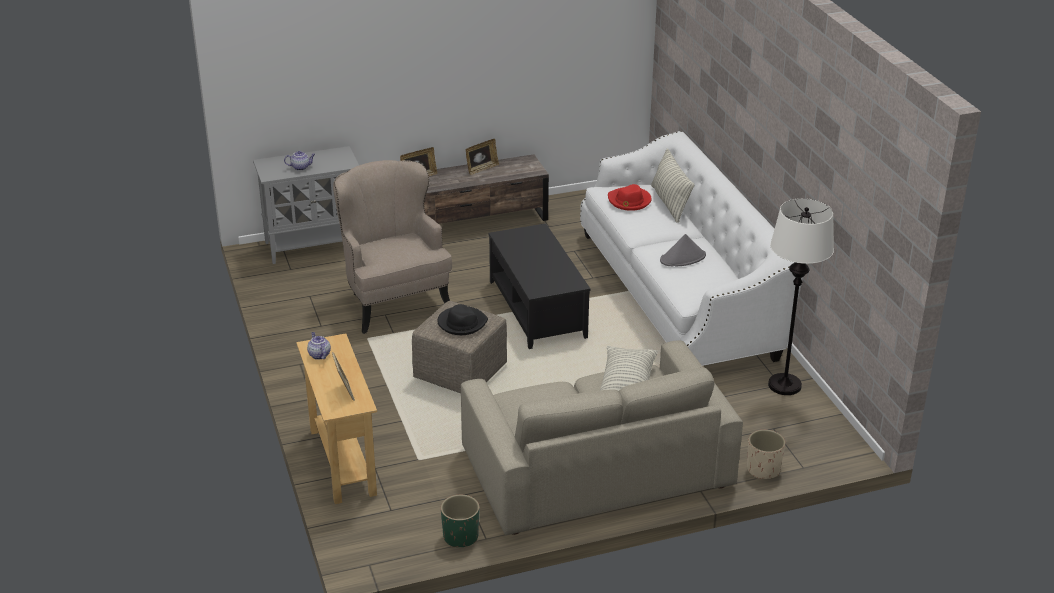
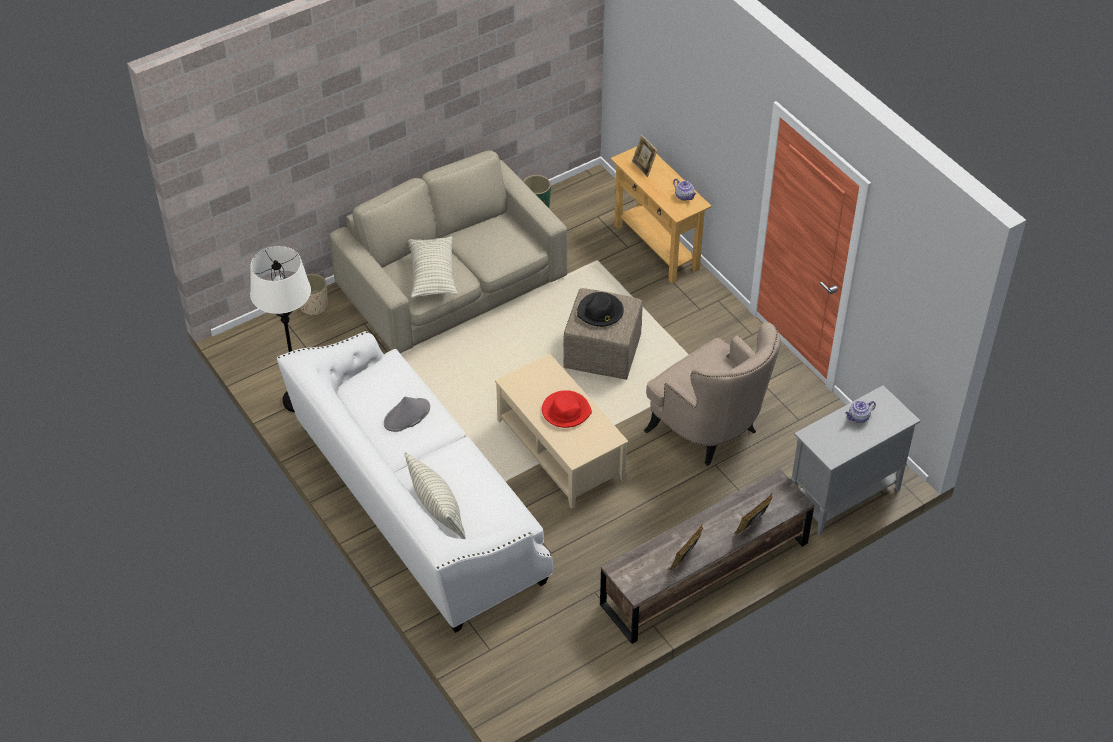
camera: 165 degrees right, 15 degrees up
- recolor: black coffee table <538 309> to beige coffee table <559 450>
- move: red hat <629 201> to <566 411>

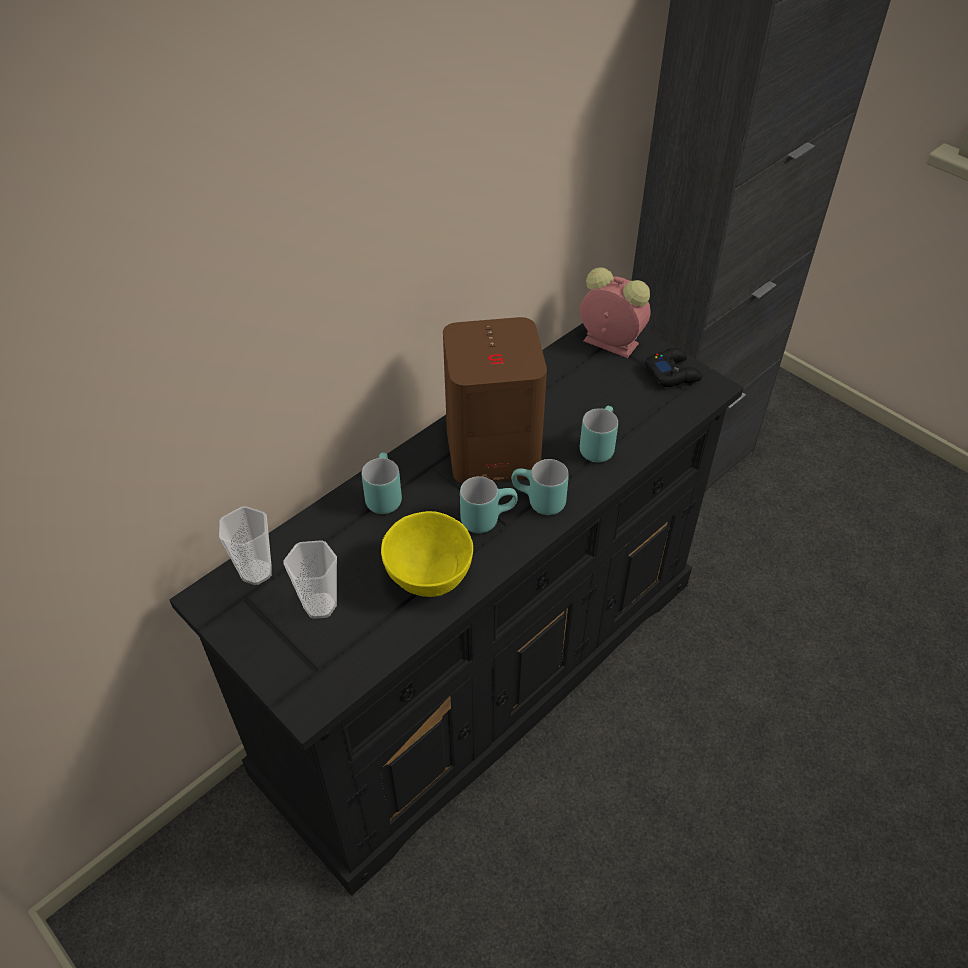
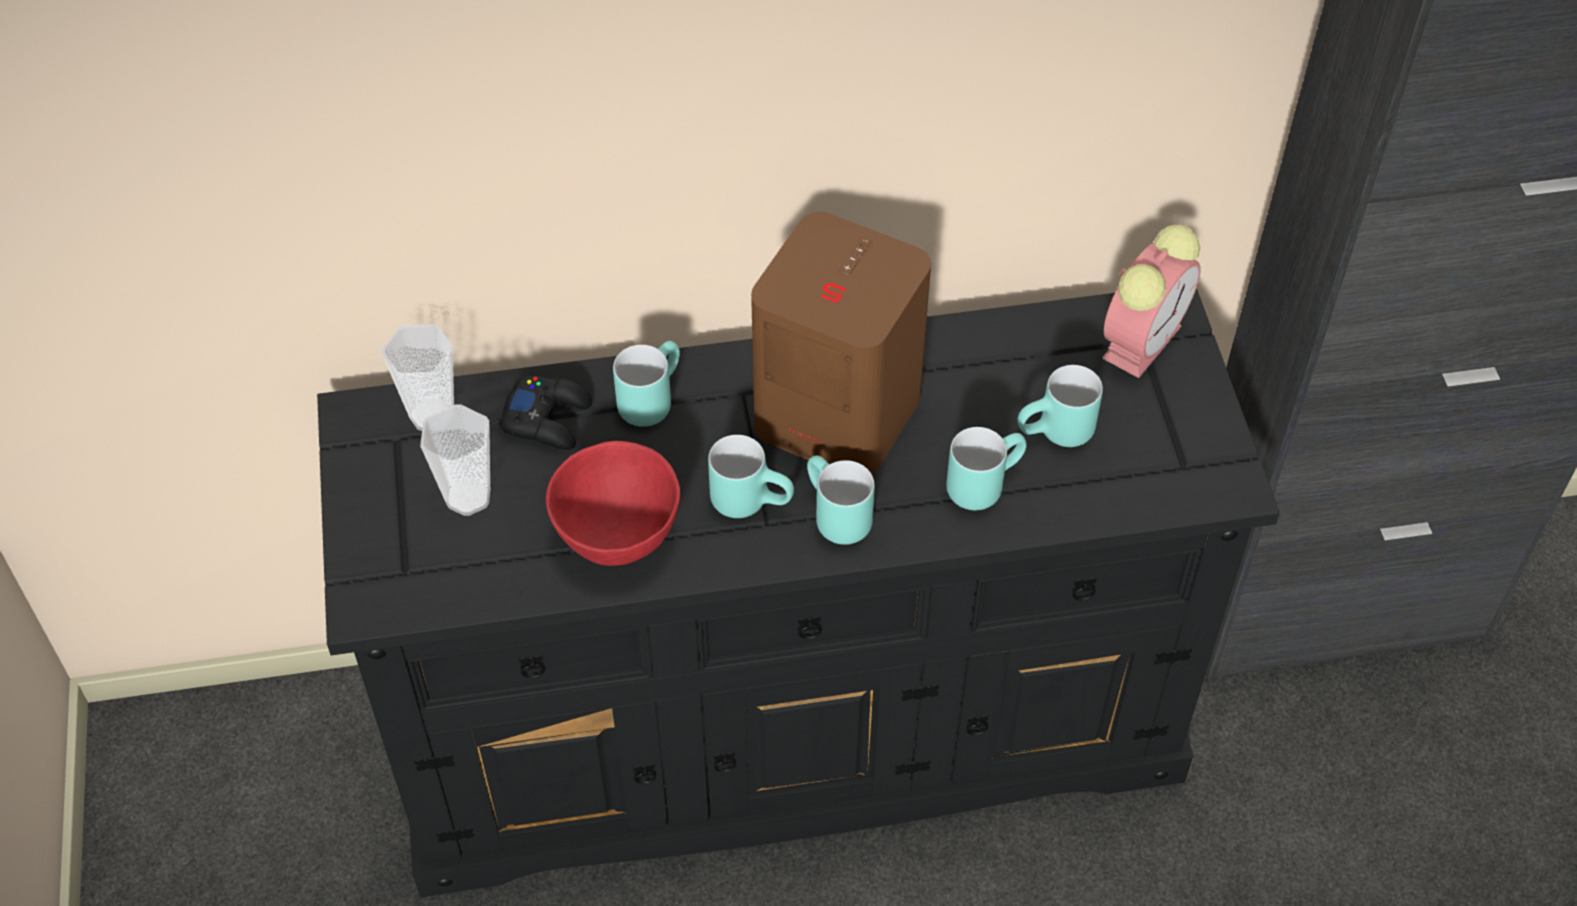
camera: 35 degrees right, 5 degrees up
- move: black game controller <672 373> to <547 418>
- recolor: yellow bowl <429 576> to red bowl <618 534>
- insert: turquoise mug <1056 435>
- rotate: alarm clock <608 342> = <1142 339> 60 degrees clockwise

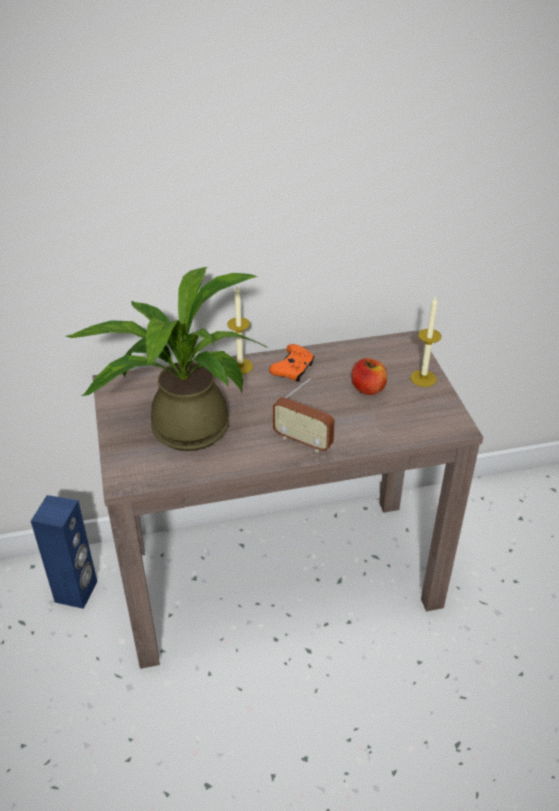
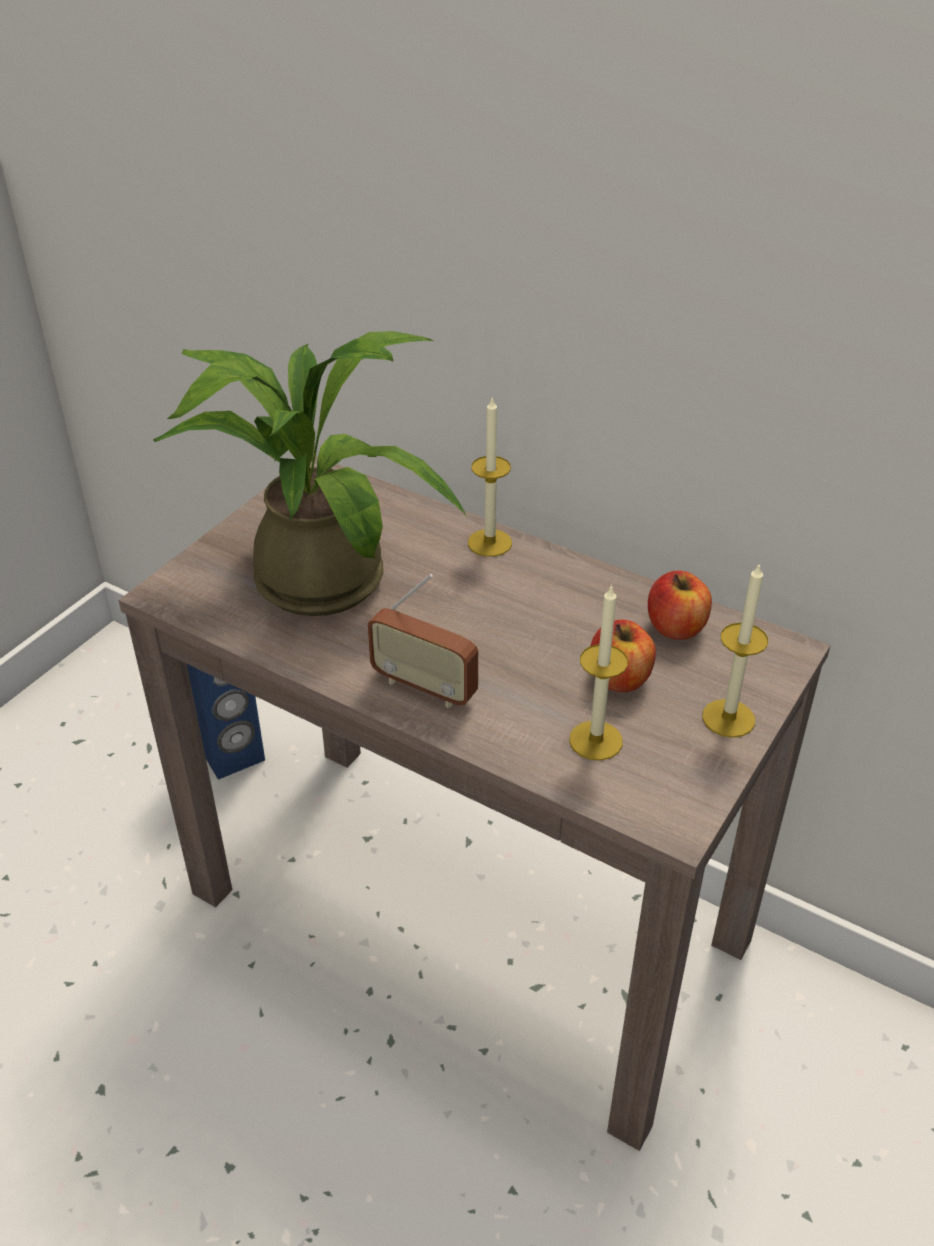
camera: 45 degrees right, 0 degrees up
- rotate: radio <303 441> = <424 687> 45 degrees counterclockwise
- insert: candle <596 740>
- insert: apple <676 627>
- delete: orange game controller <293 369>

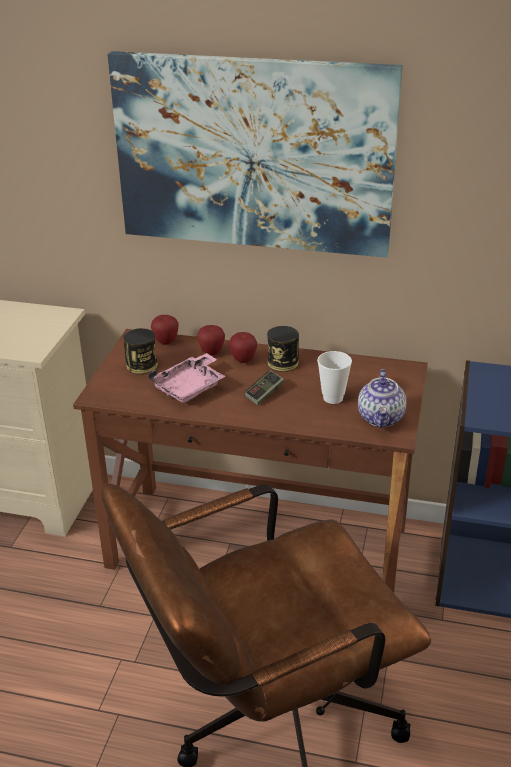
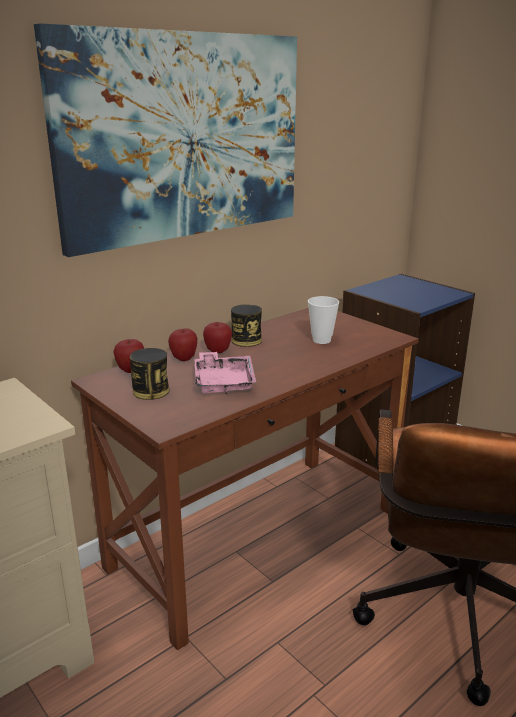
camera: 55 degrees left, 10 degrees down
- delete: game controller <264 394>
- delete: teapot <381 418>

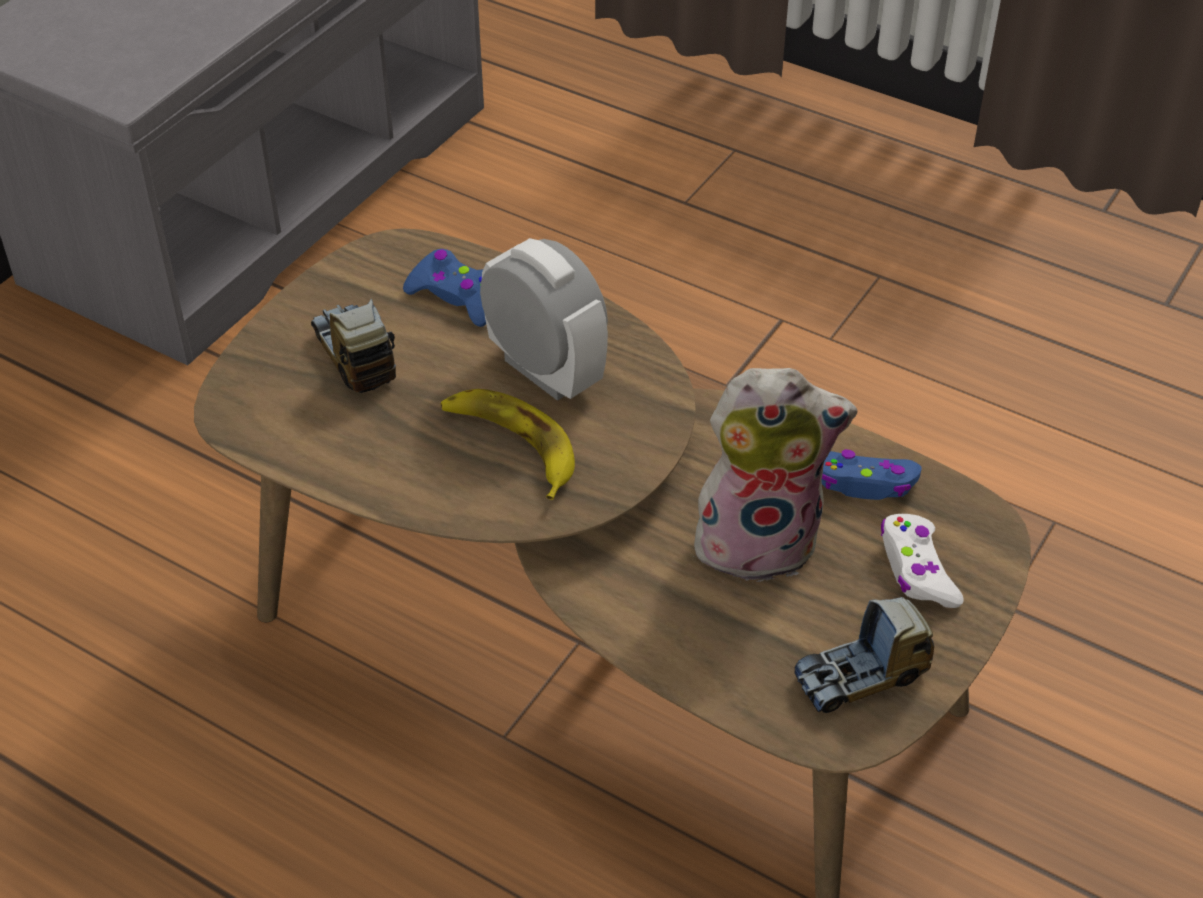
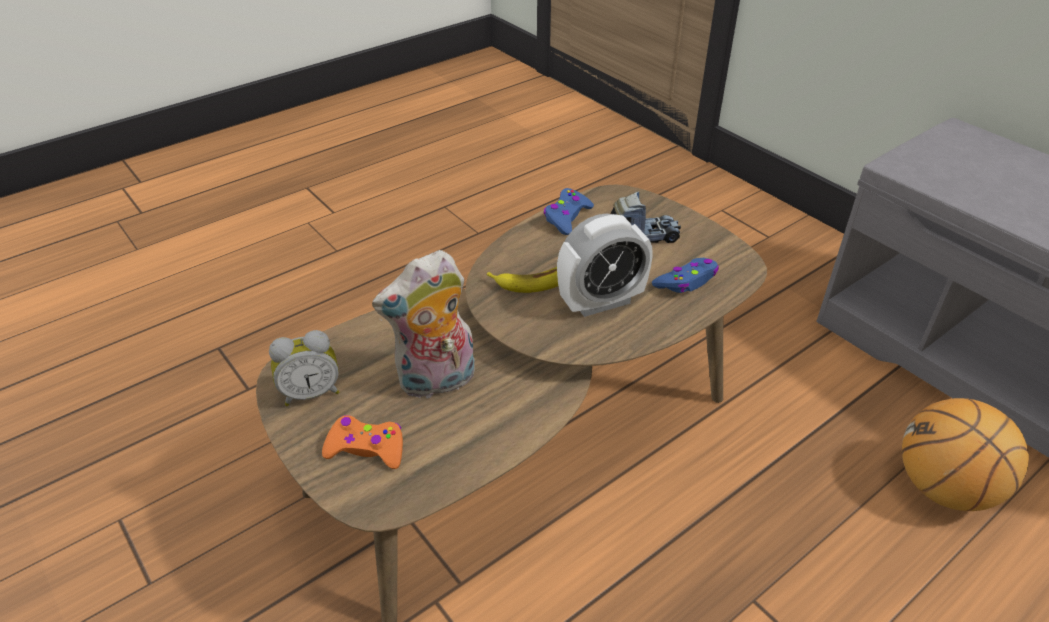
camera: 110 degrees right, 5 degrees down
- replace: toy truck <861 677> to alarm clock <311 392>
- recolor: white game controller <917 570> to orange game controller <366 449>
- rotate: plush toy <759 540> = <436 382> 45 degrees clockwise
- move: blue game controller <864 483> to <567 217>
- insert: basketball <944 488>

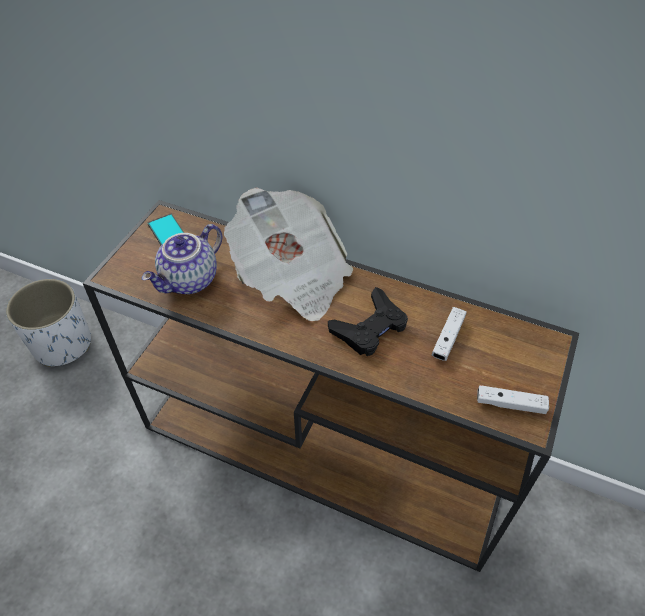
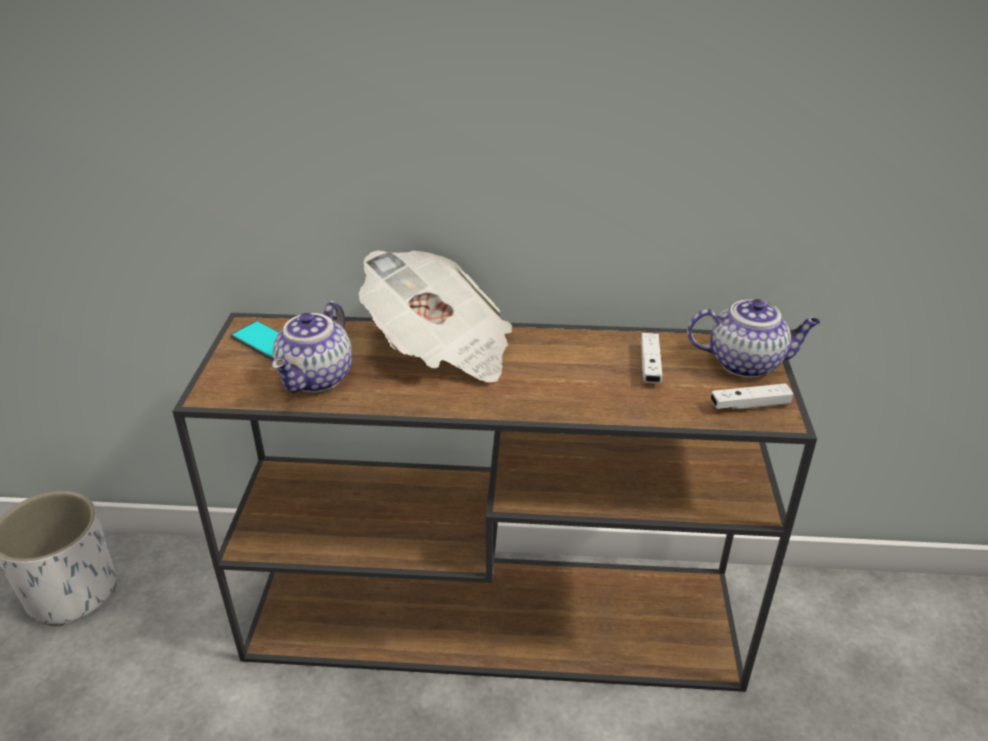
camera: 20 degrees left, 15 degrees down
- insert: teapot <746 363>
- delete: black game controller <370 328>

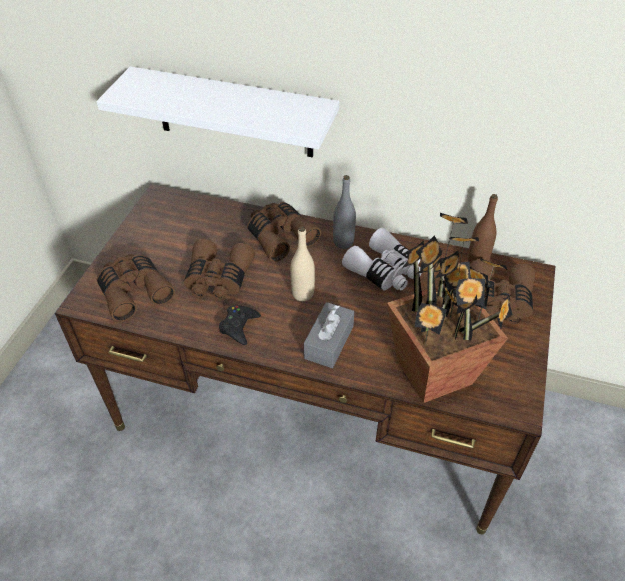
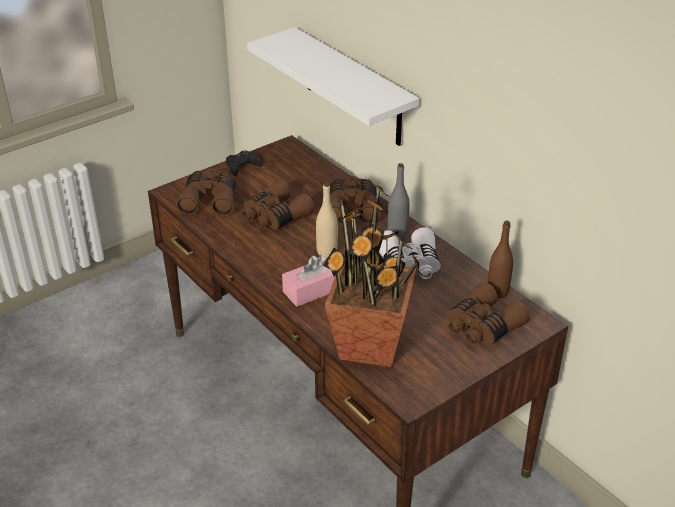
camera: 35 degrees right, 10 degrees down
- move: black game controller <239 326> to <242 166>
- recolor: grey tissue box <329 342> to pink tissue box <312 290>

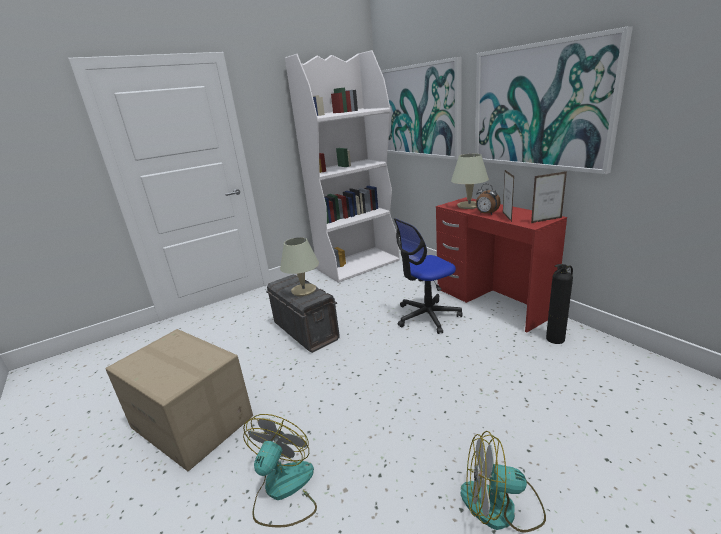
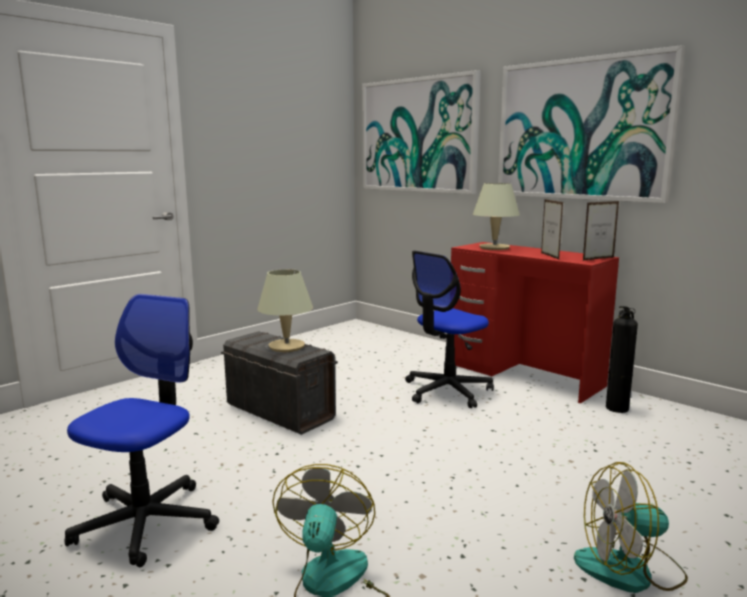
camera: 15 degrees left, 10 degrees down
- replace: cardboard box <193 421> to office chair <146 523>
- delete: white bookcase <358 264>
- delete: alarm clock <486 214>

